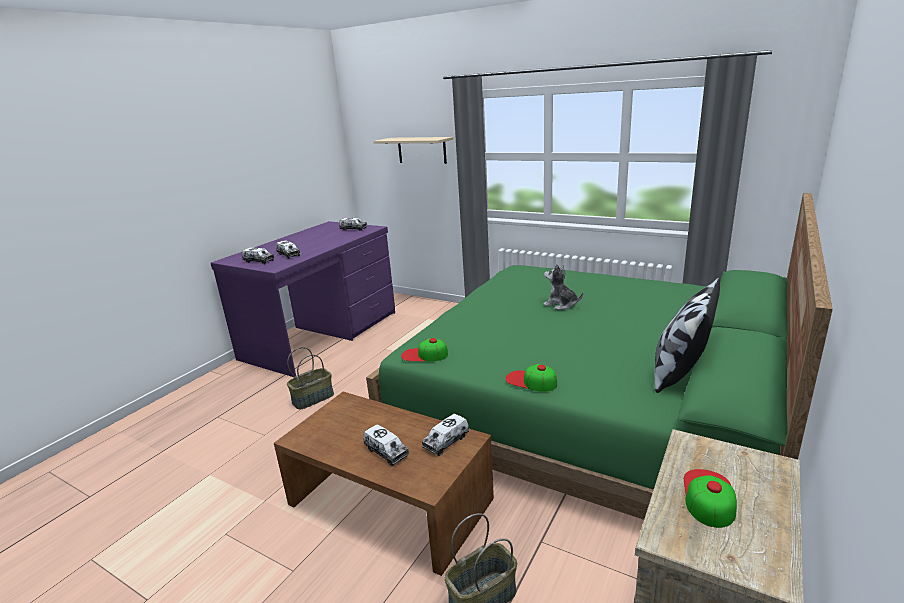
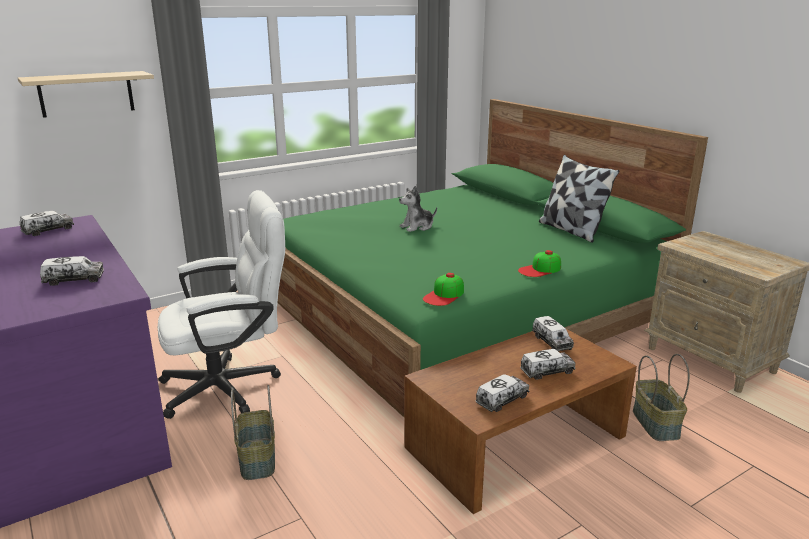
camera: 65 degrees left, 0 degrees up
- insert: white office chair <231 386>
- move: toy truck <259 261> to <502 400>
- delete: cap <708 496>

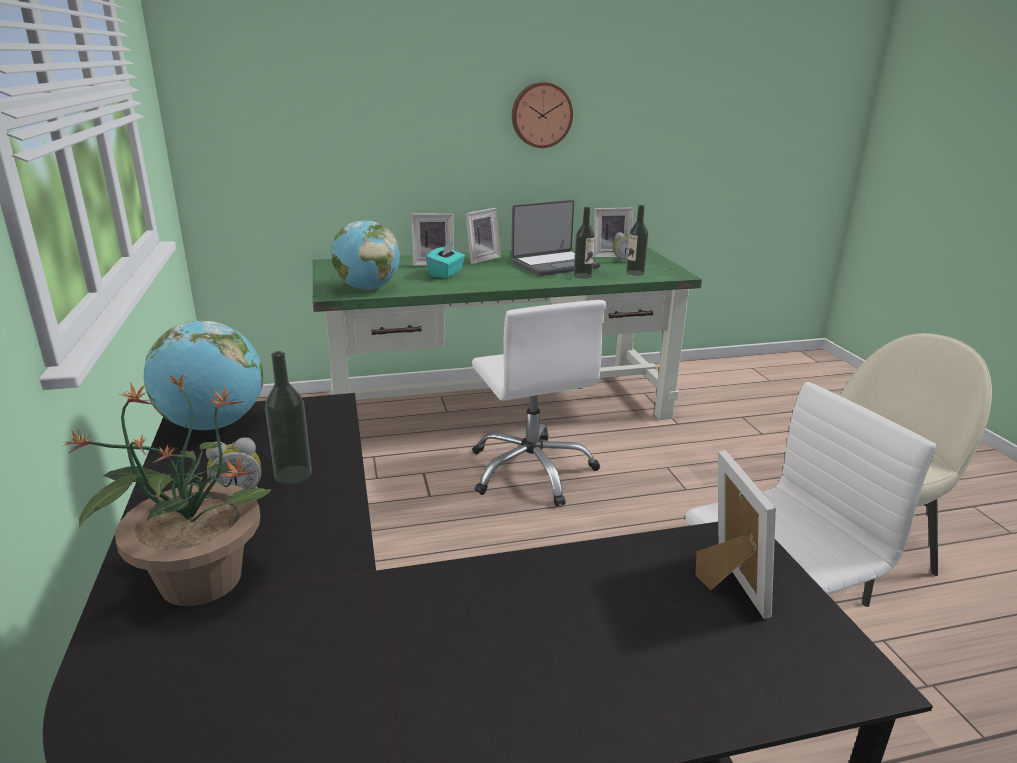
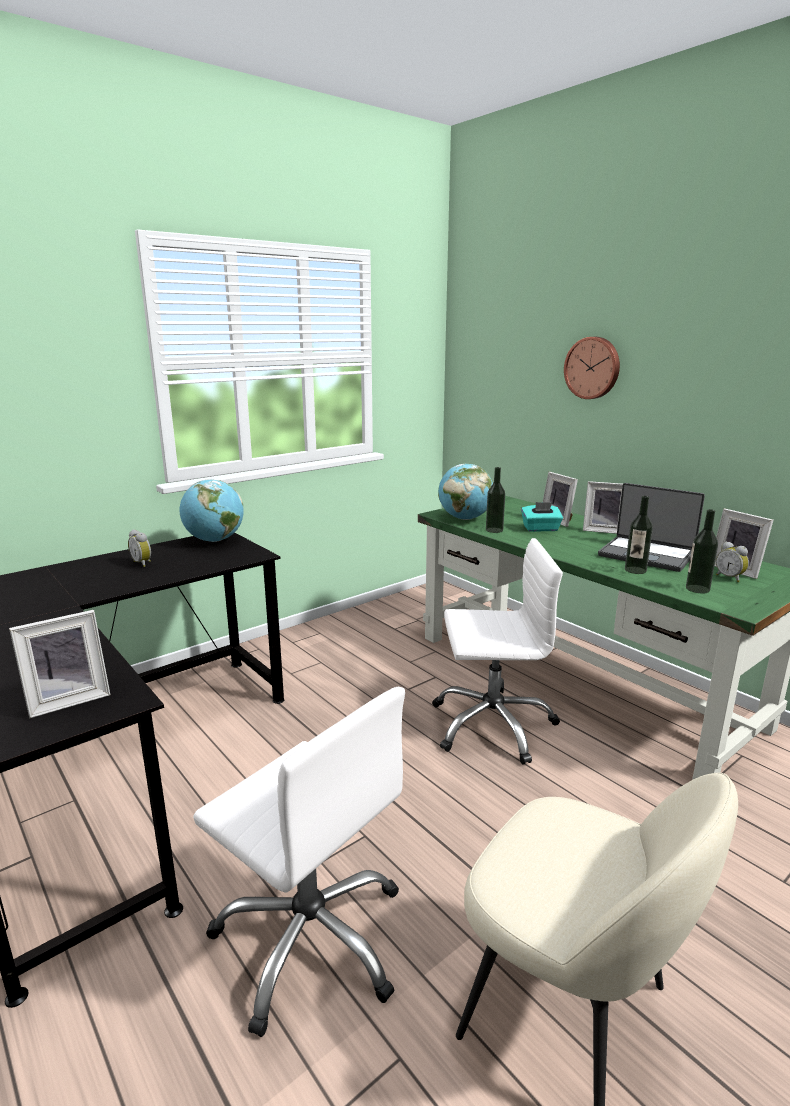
camera: 65 degrees right, 5 degrees down
- rotate: white office chair <532 470> = <492 724> 135 degrees counterclockwise
- move: bottle <293 475> to <494 530>
- move: wall clock <541 115> to <593 368>
- delete: potted plant <199 578>

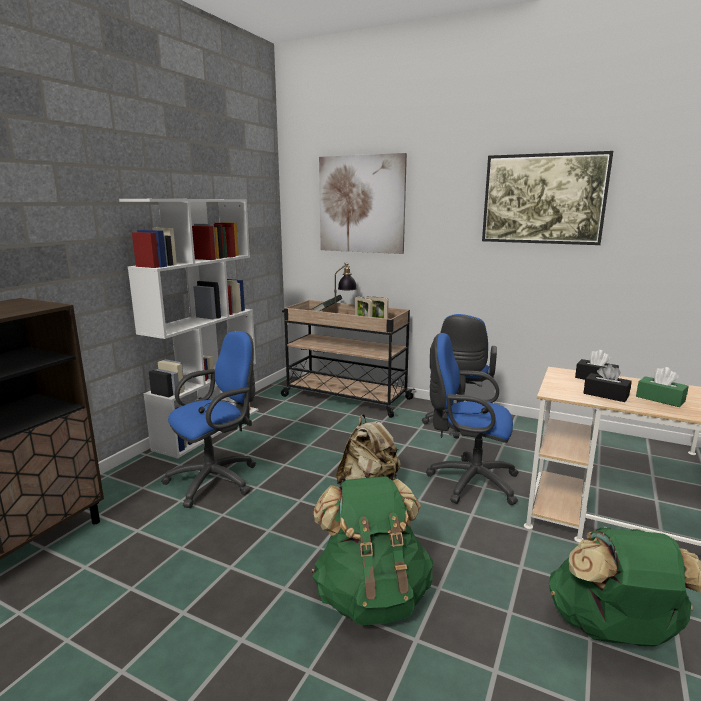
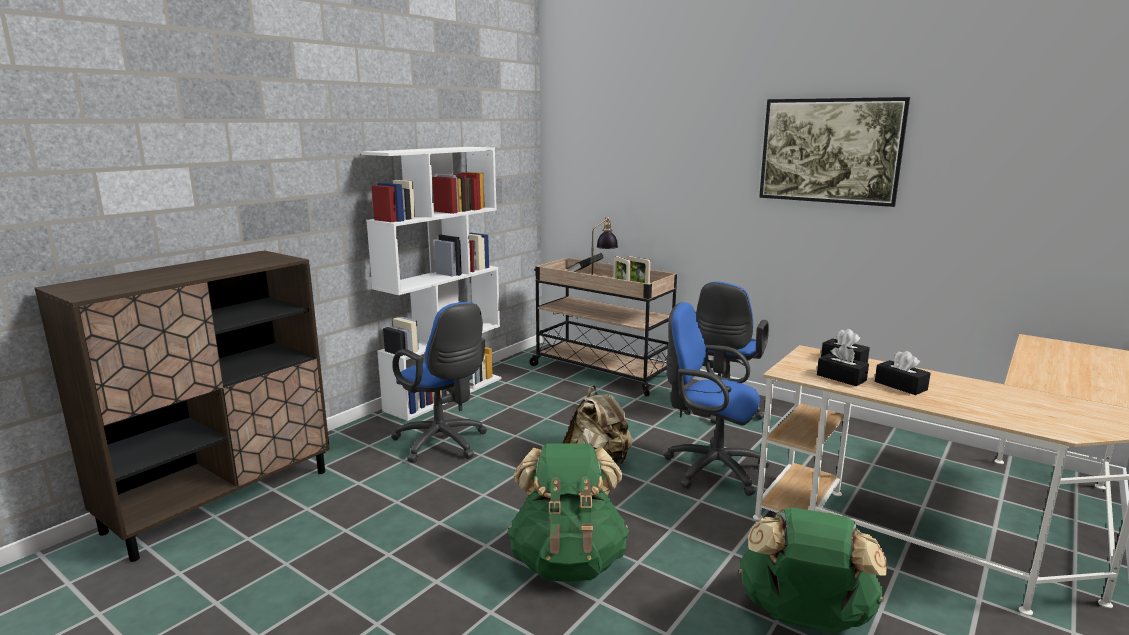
camera: 10 degrees right, 0 degrees up
- rotate: blue office chair <218 479> = <443 444> 75 degrees clockwise
- recolor: green tissue box <660 399> to black tissue box <900 386>
- delete: picture <361 204>

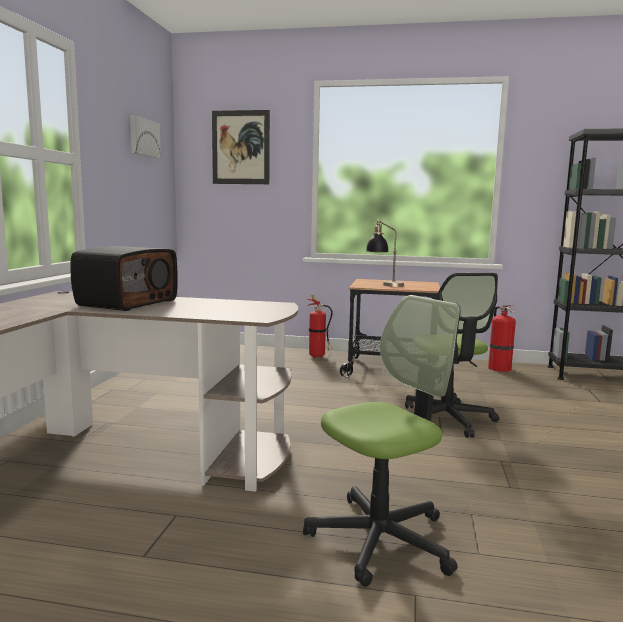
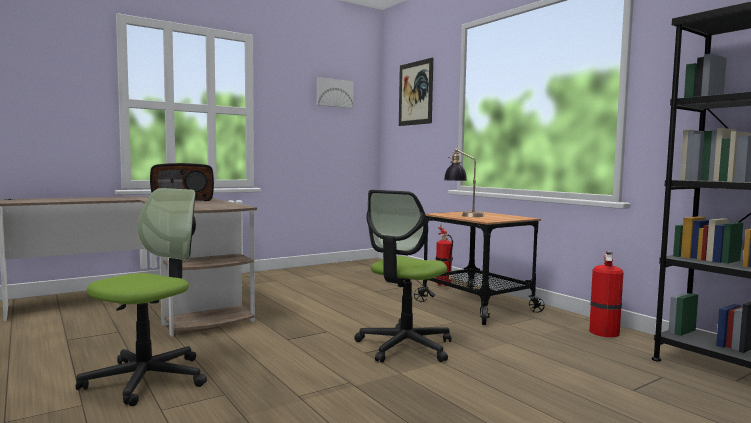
camera: 45 degrees right, 5 degrees down
- rotate: office chair <381 539> = <147 379> 75 degrees counterclockwise

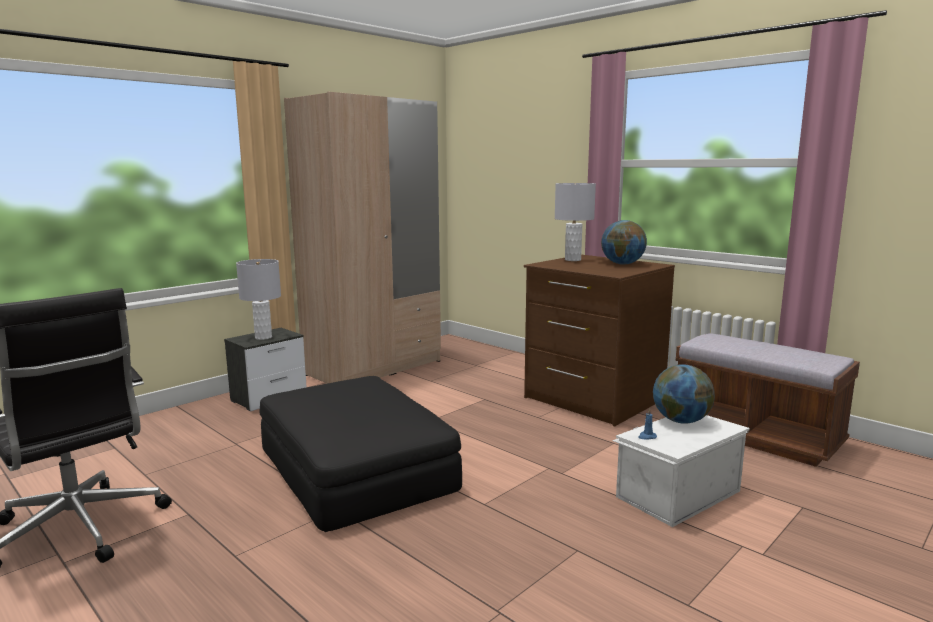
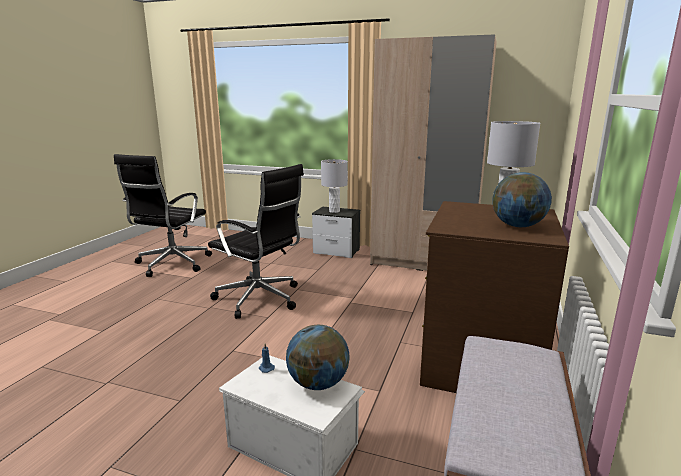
camera: 65 degrees right, 5 degrees up
- replace: black ottoman <356 468> to black office chair <260 299>

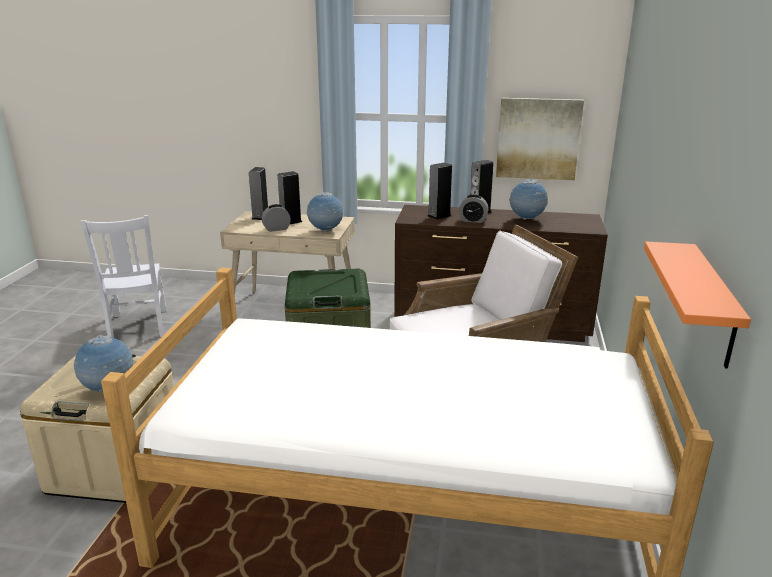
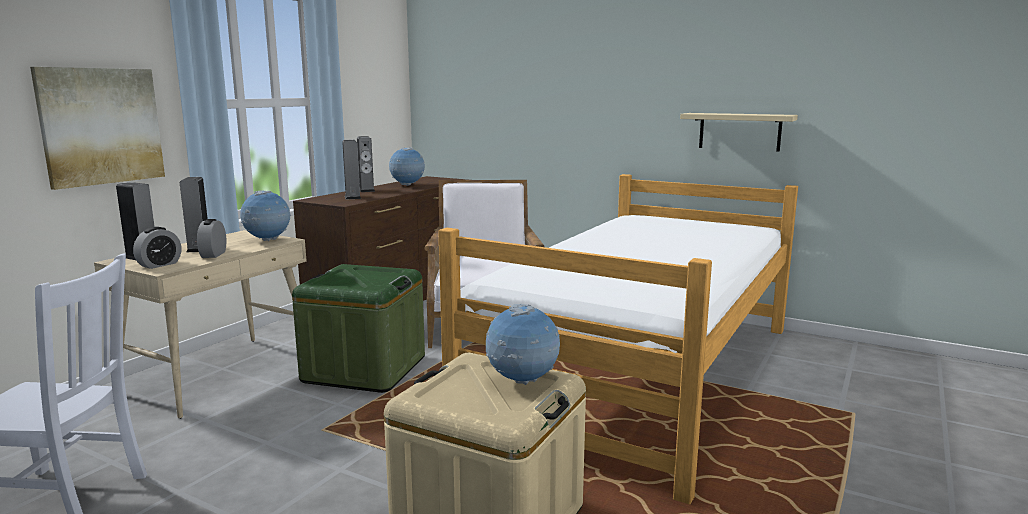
camera: 70 degrees left, 10 degrees down
- move: picture <538 139> to <101 126>
- move: alarm clock <473 220> to <159 265>
- recolor: orange shelf <713 305> to beige shelf <739 131>

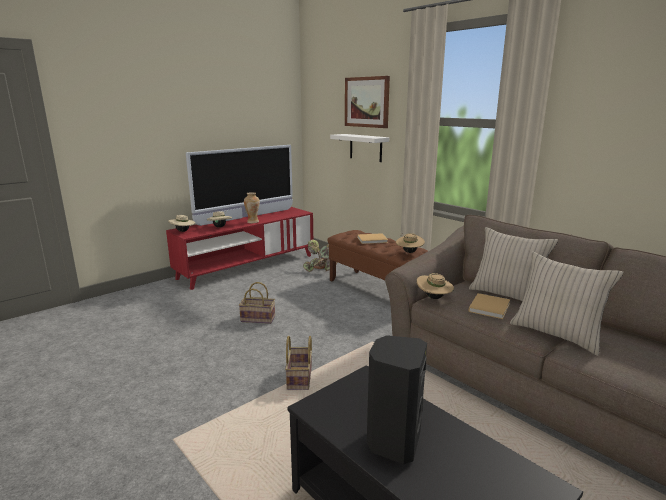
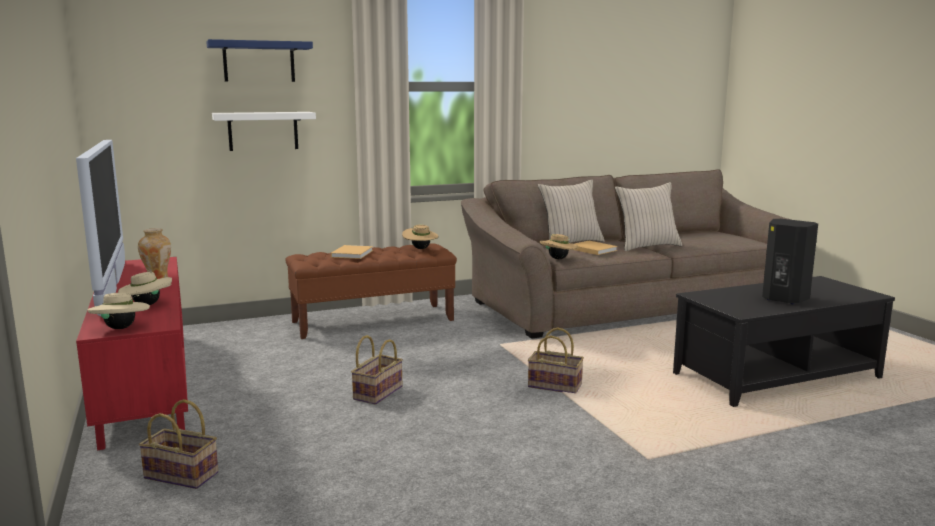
camera: 70 degrees left, 5 degrees down
- insert: basket <183 475>
- replace: picture <367 102> to blue shelf <259 62>
- delete: potted plant <322 270>

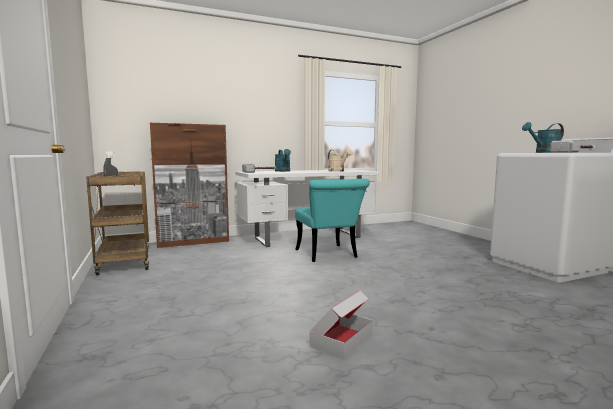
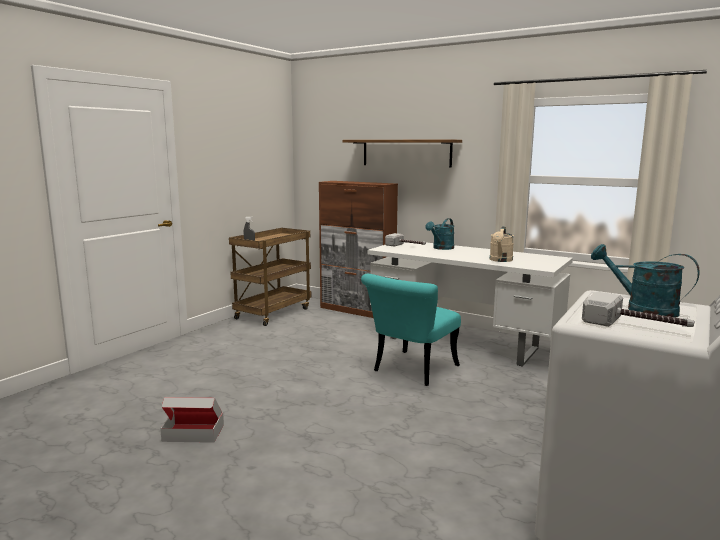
camera: 55 degrees right, 5 degrees up
- insert: shelf <406 153>

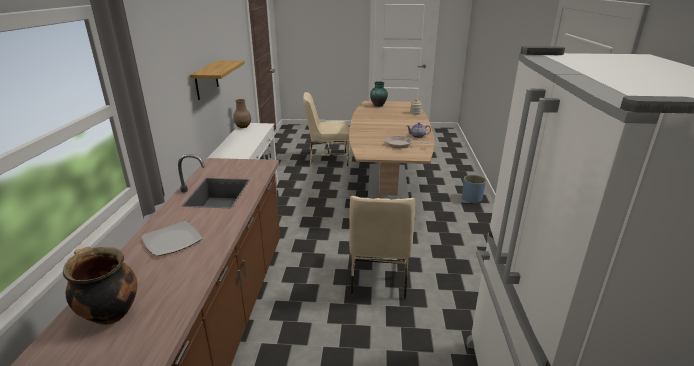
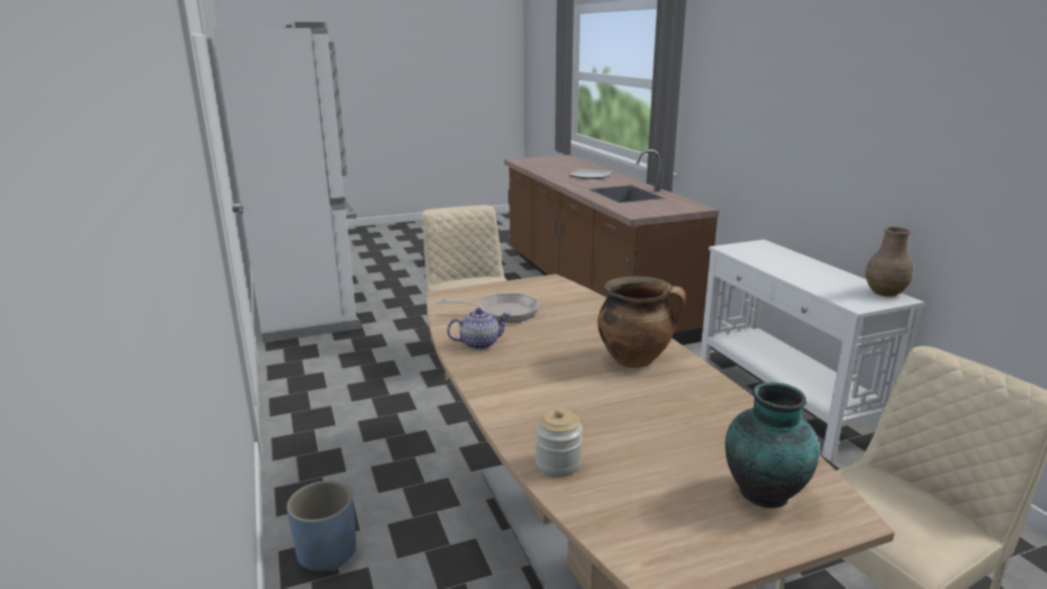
camera: 155 degrees right, 5 degrees down
- move: cooking pot <109 313> to <636 360>
- delete: shelf <206 80>

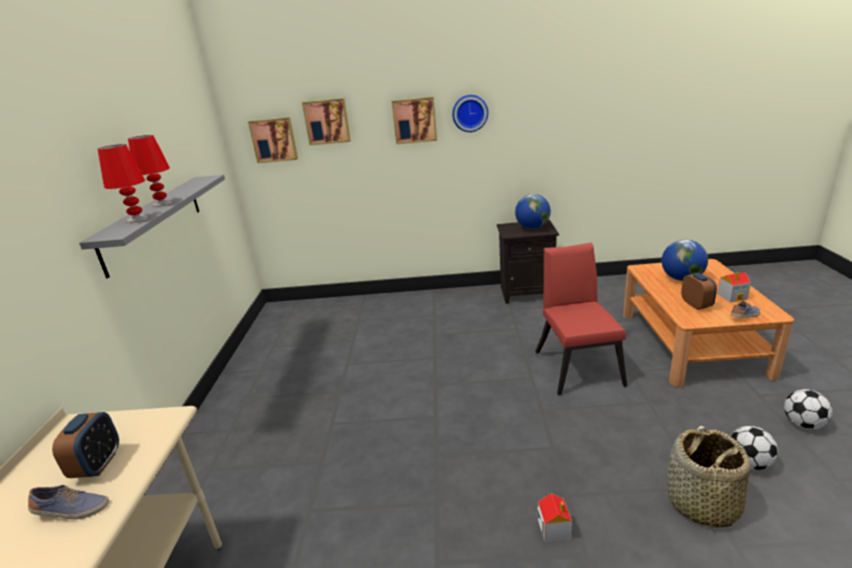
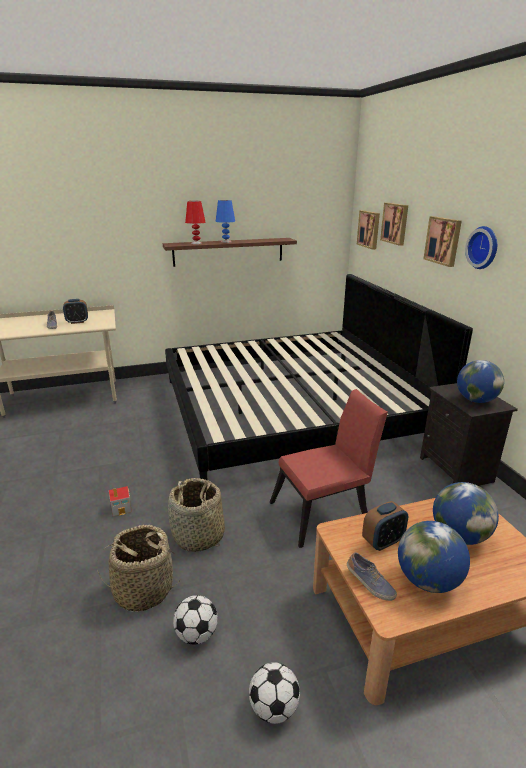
camera: 70 degrees right, 0 degrees up
- recolor: grey shelf <154 221> to brown shelf <228 252>
- insert: bed <291 408>
- insert: basket <198 536>
- recolor: red table lamp <162 203> to blue table lamp <226 242>
- replace: toy house <732 296> to globe <428 580>

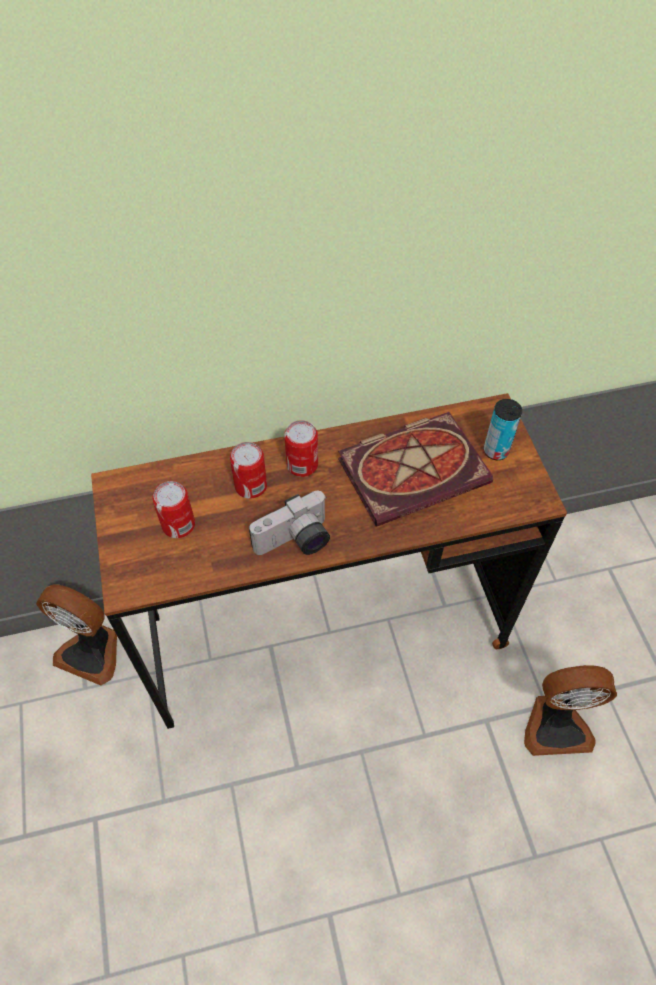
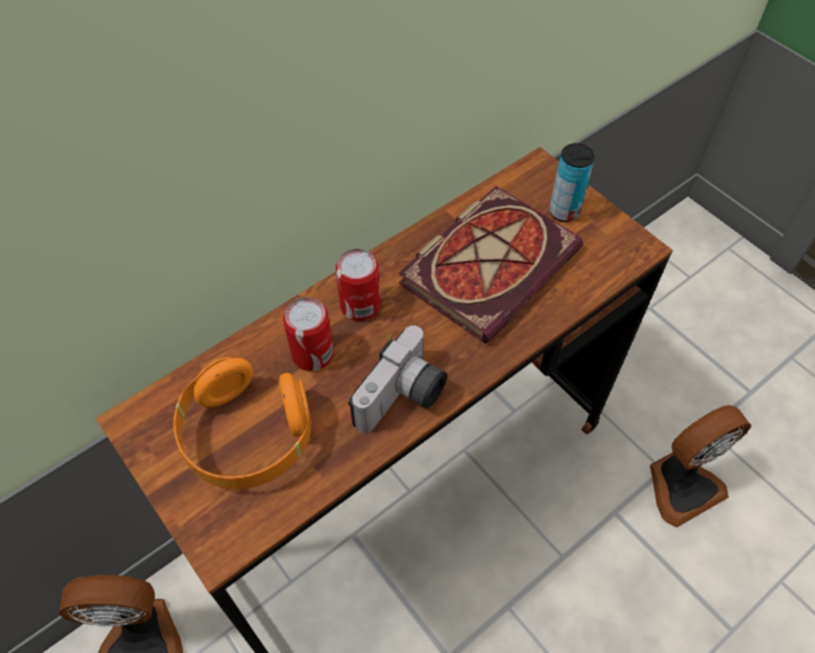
camera: 25 degrees left, 0 degrees up
- replace: can <178 524> to orange headphones <247 437>

